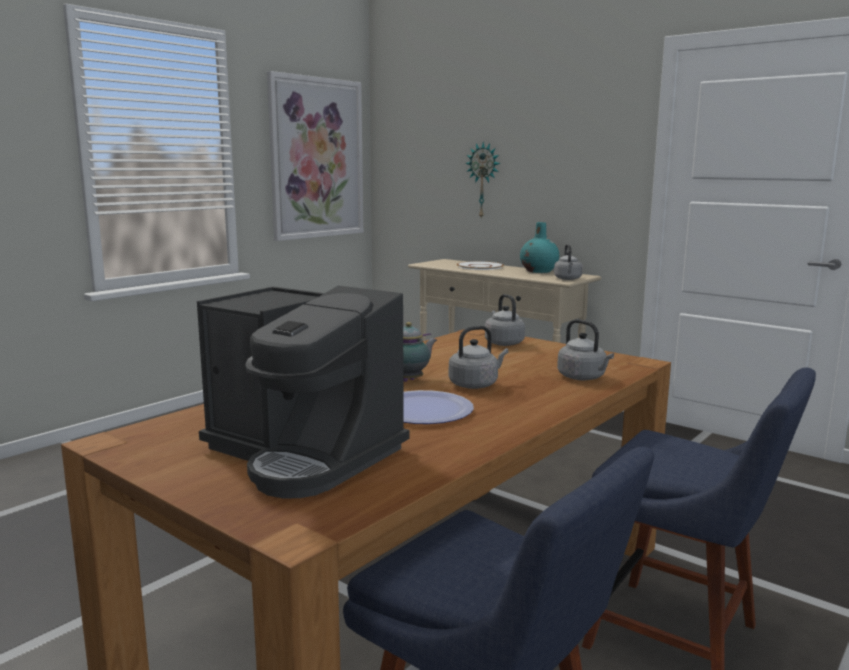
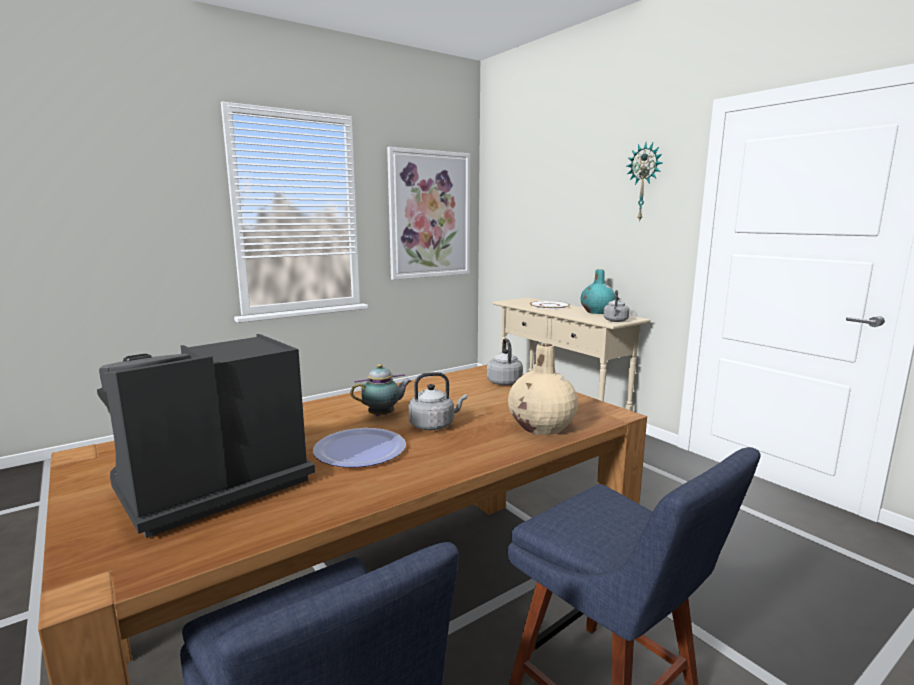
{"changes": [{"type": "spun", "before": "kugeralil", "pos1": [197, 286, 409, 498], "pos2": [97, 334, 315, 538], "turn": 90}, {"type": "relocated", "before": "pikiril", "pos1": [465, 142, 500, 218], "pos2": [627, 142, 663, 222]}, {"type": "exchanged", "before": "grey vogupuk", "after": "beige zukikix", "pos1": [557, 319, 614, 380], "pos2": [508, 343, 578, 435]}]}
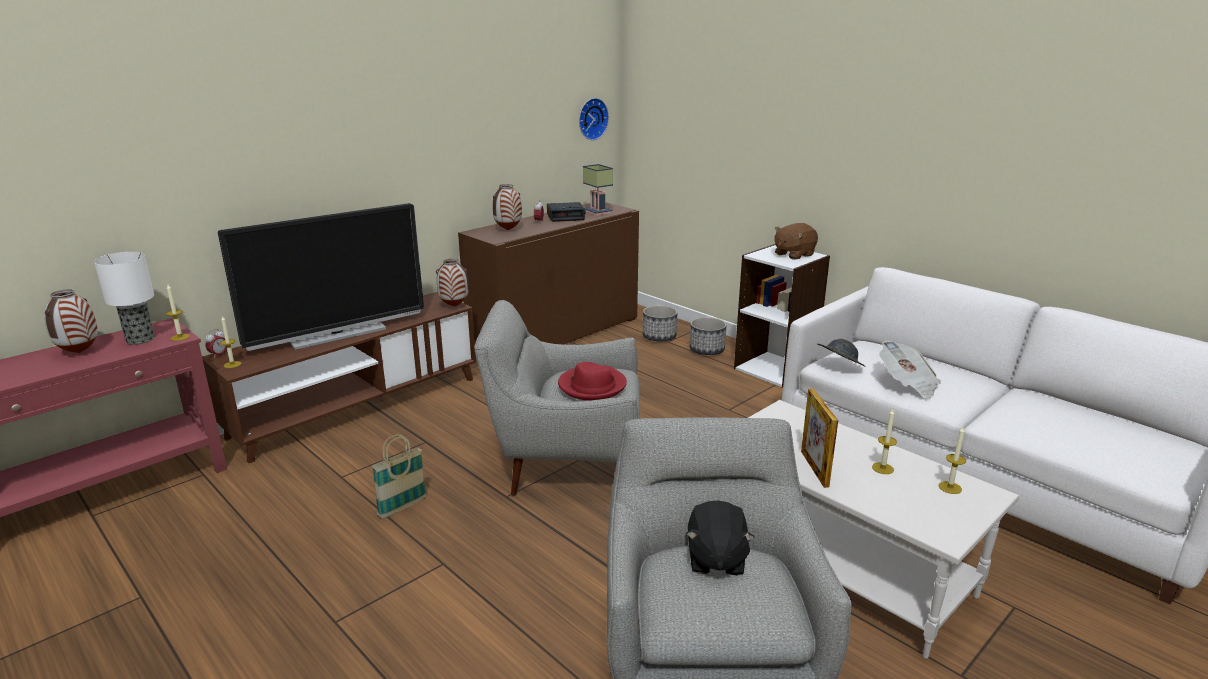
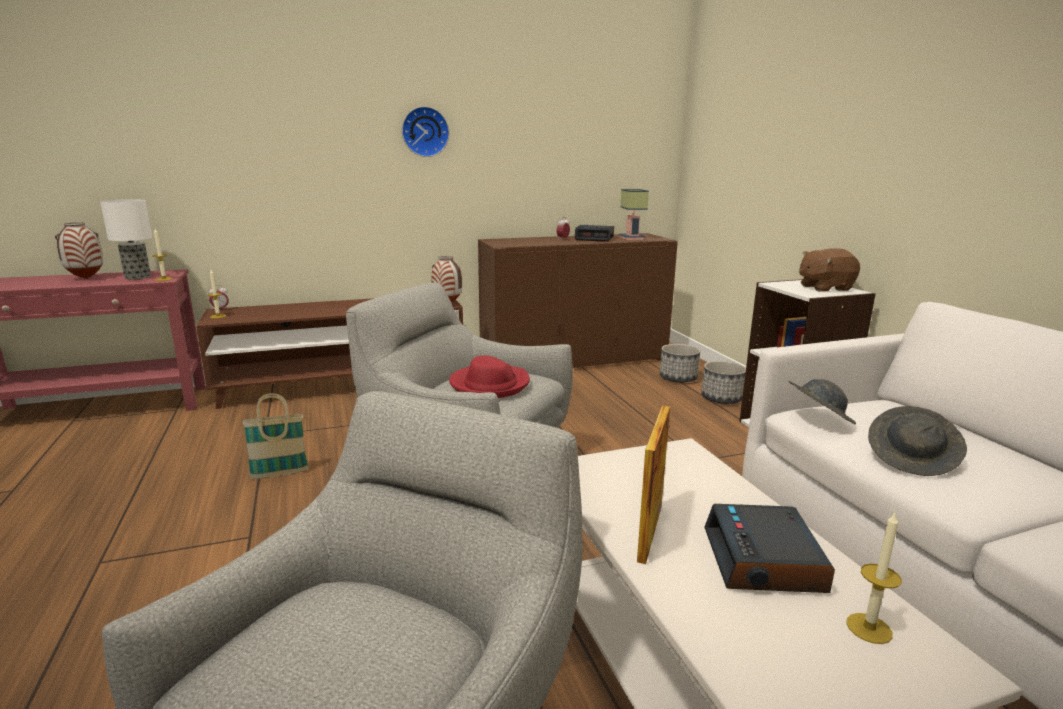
{"changes": [{"type": "missing", "before": "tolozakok", "pos1": [218, 203, 424, 351]}, {"type": "missing", "before": "zukikix", "pos1": [492, 184, 522, 230]}, {"type": "relocated", "before": "pikiril", "pos1": [579, 98, 609, 140], "pos2": [402, 106, 449, 157]}, {"type": "missing", "before": "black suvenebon", "pos1": [686, 501, 755, 575]}, {"type": "exchanged", "before": "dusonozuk", "after": "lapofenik", "pos1": [872, 409, 897, 474], "pos2": [704, 504, 835, 593]}, {"type": "exchanged", "before": "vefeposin", "after": "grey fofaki", "pos1": [879, 340, 941, 398], "pos2": [868, 406, 967, 476]}]}
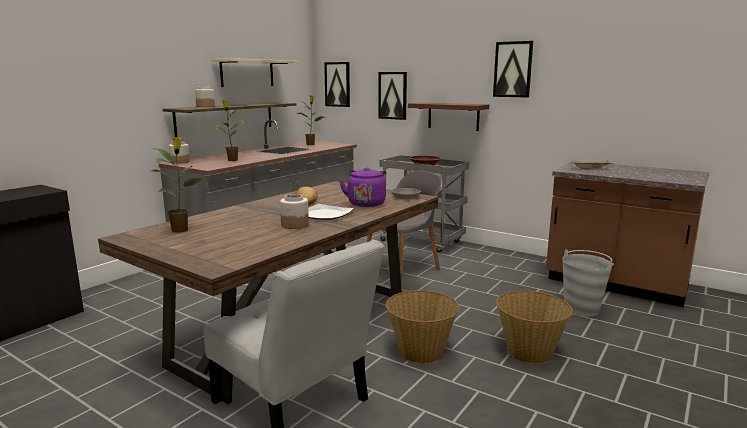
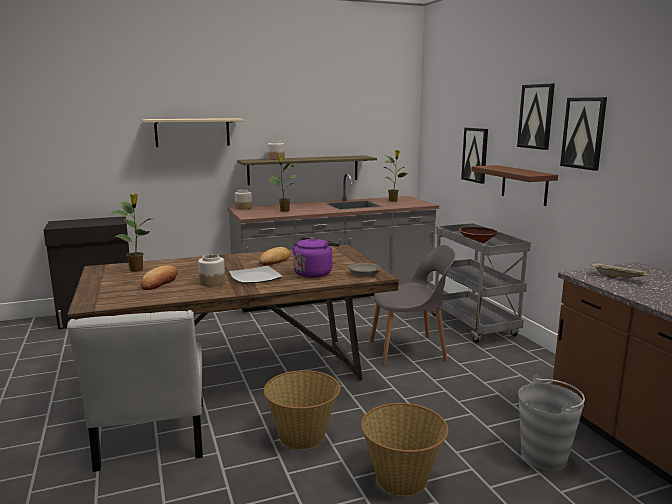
{"changes": [{"type": "relocated", "before": "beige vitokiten", "pos1": [211, 58, 298, 87], "pos2": [143, 118, 244, 147]}, {"type": "relocated", "before": "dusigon", "pos1": [324, 62, 350, 107], "pos2": [517, 84, 555, 150]}, {"type": "appeared", "after": "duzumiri", "pos2": [140, 265, 178, 290]}]}
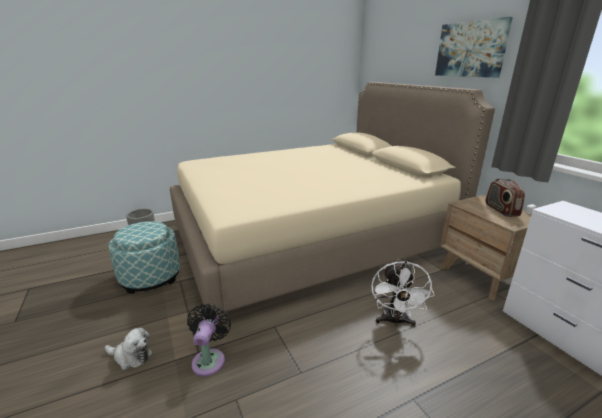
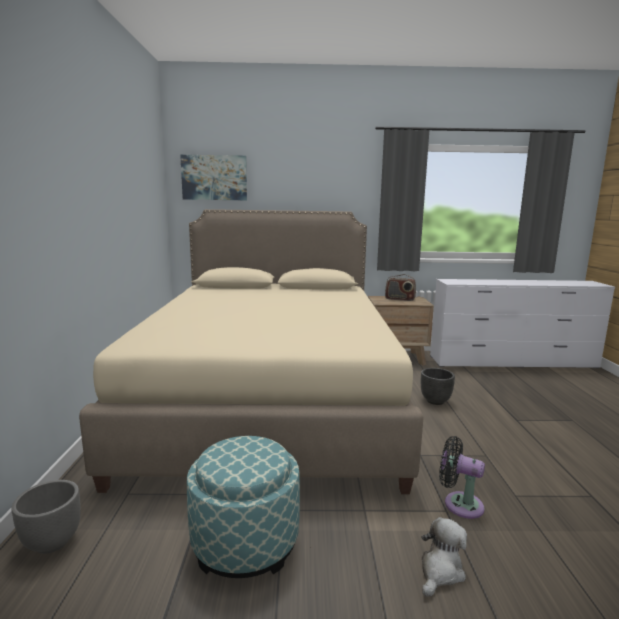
{"changes": [{"type": "exchanged", "before": "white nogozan", "after": "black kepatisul", "pos1": [371, 259, 435, 327], "pos2": [421, 368, 455, 405]}, {"type": "relocated", "before": "dusigon", "pos1": [435, 17, 513, 78], "pos2": [180, 155, 247, 200]}]}
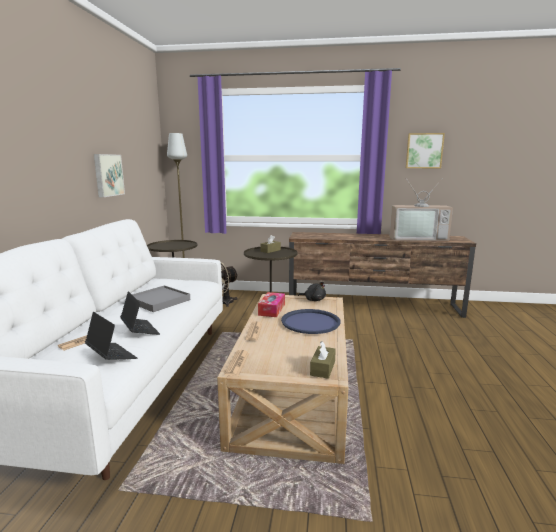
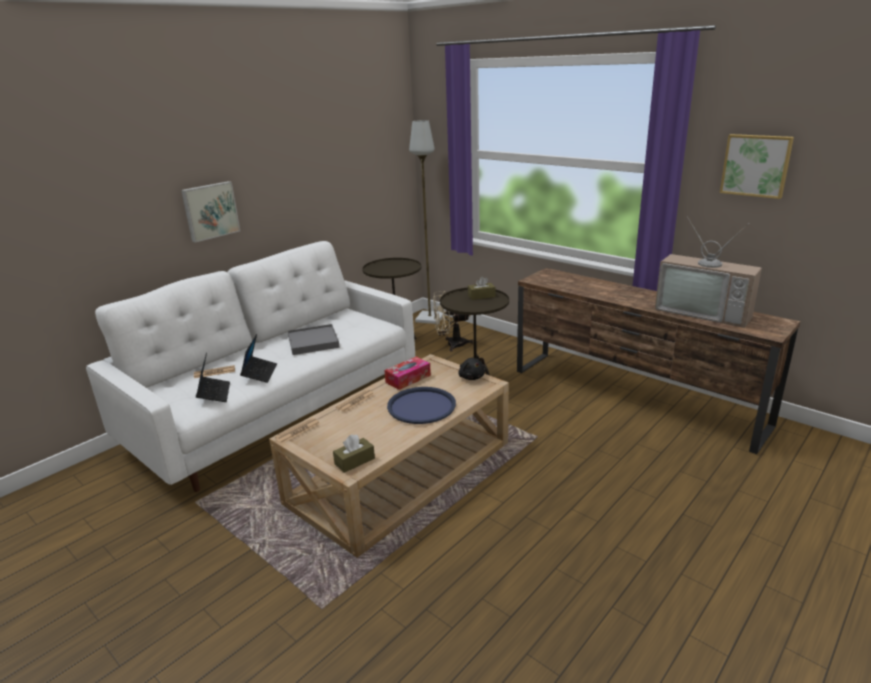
{"changes": [{"type": "relocated", "before": "dusigon", "pos1": [94, 154, 125, 197], "pos2": [181, 181, 240, 243]}]}
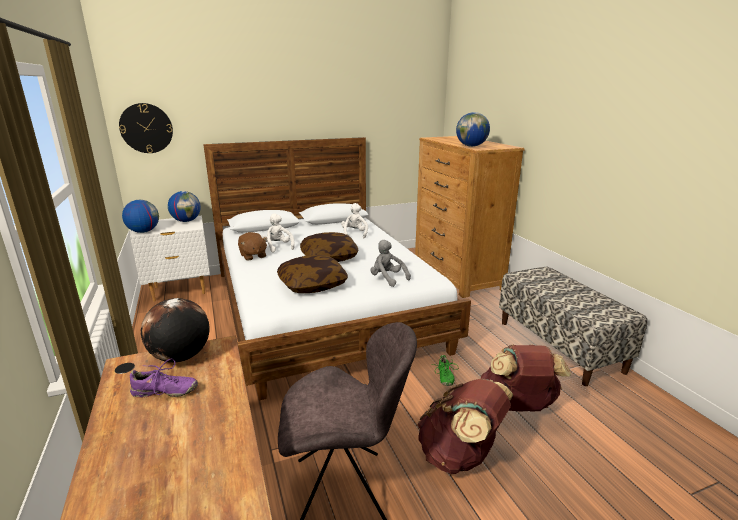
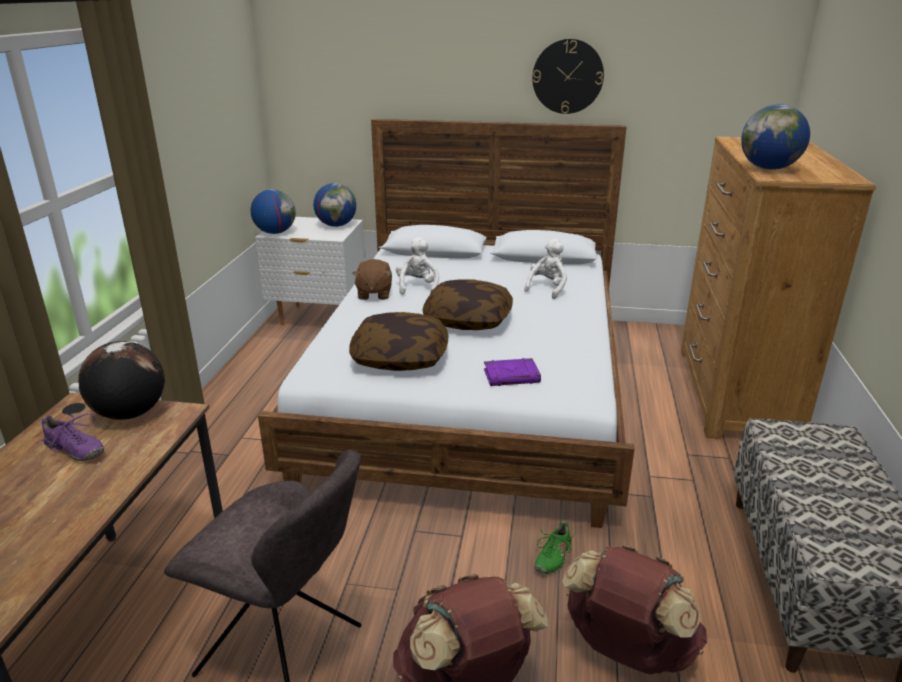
{"changes": [{"type": "relocated", "before": "pikiril", "pos1": [119, 103, 173, 153], "pos2": [532, 39, 604, 114]}, {"type": "exchanged", "before": "grey suvenebon", "after": "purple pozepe", "pos1": [370, 240, 411, 287], "pos2": [484, 358, 541, 386]}]}
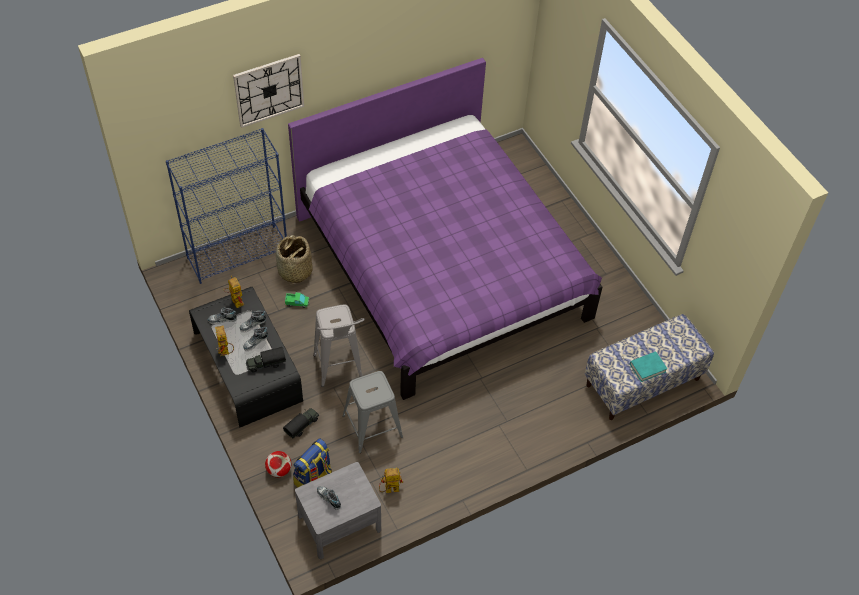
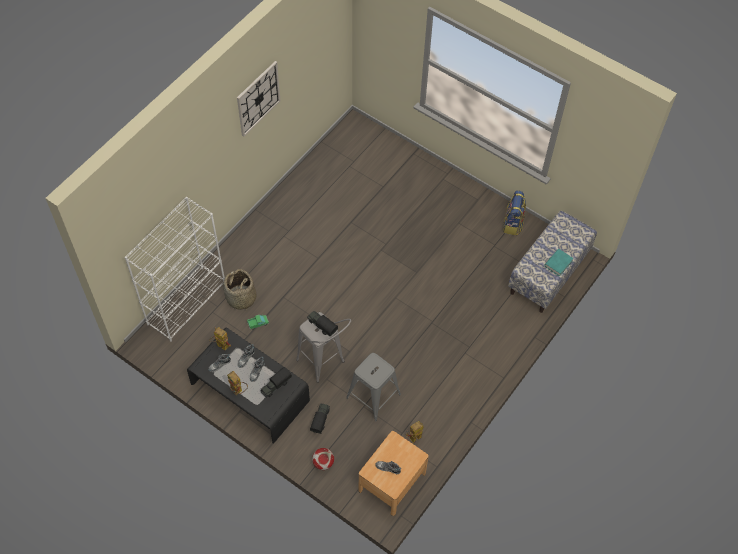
{"changes": [{"type": "colour", "before": "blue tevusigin", "after": "white tevusigin", "pos1": [166, 128, 287, 284], "pos2": [124, 197, 225, 342]}, {"type": "relocated", "before": "pikiril", "pos1": [233, 54, 304, 128], "pos2": [237, 61, 280, 137]}, {"type": "missing", "before": "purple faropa", "pos1": [288, 58, 603, 400]}, {"type": "relocated", "before": "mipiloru", "pos1": [293, 438, 332, 488], "pos2": [503, 190, 526, 235]}, {"type": "colour", "before": "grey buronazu", "after": "brown buronazu", "pos1": [295, 462, 381, 559], "pos2": [358, 431, 429, 516]}, {"type": "appeared", "after": "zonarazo", "pos2": [307, 311, 338, 336]}]}
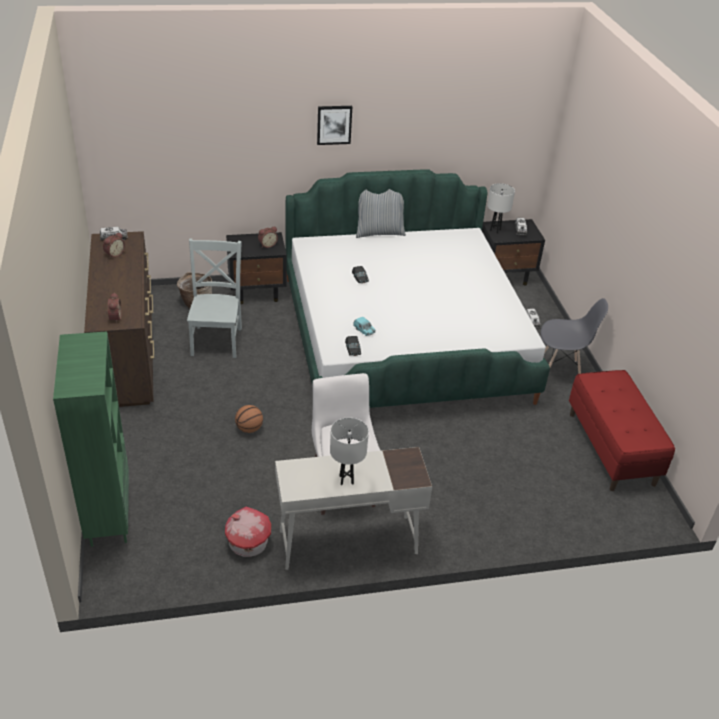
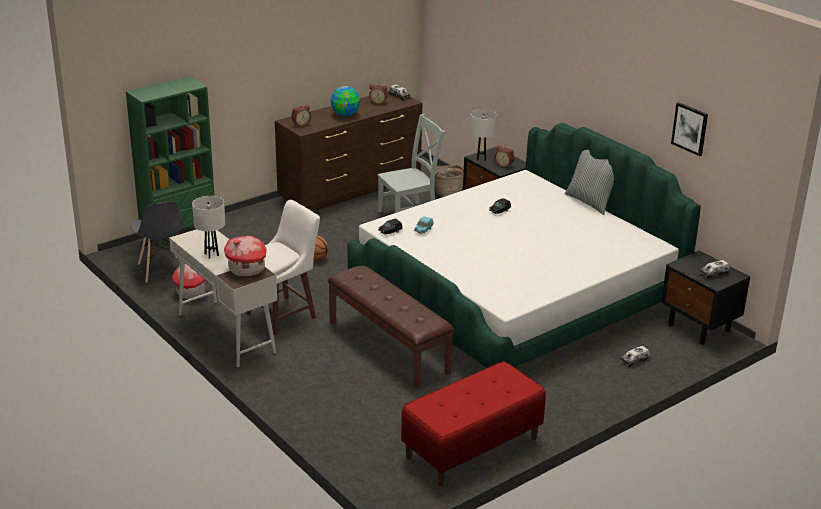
{"changes": [{"type": "relocated", "before": "dusigon", "pos1": [317, 106, 352, 145], "pos2": [671, 102, 708, 156]}, {"type": "relocated", "before": "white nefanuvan", "pos1": [487, 183, 515, 234], "pos2": [470, 109, 497, 161]}, {"type": "relocated", "before": "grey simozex", "pos1": [541, 298, 608, 374], "pos2": [131, 201, 184, 282]}, {"type": "appeared", "after": "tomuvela", "pos2": [224, 236, 266, 276]}, {"type": "appeared", "after": "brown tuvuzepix", "pos2": [328, 265, 455, 389]}, {"type": "appeared", "after": "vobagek", "pos2": [331, 86, 360, 116]}]}
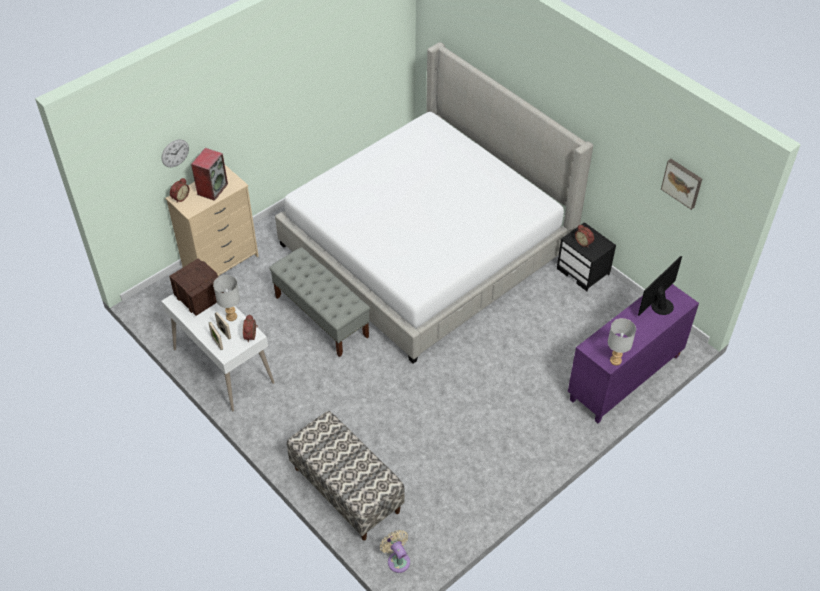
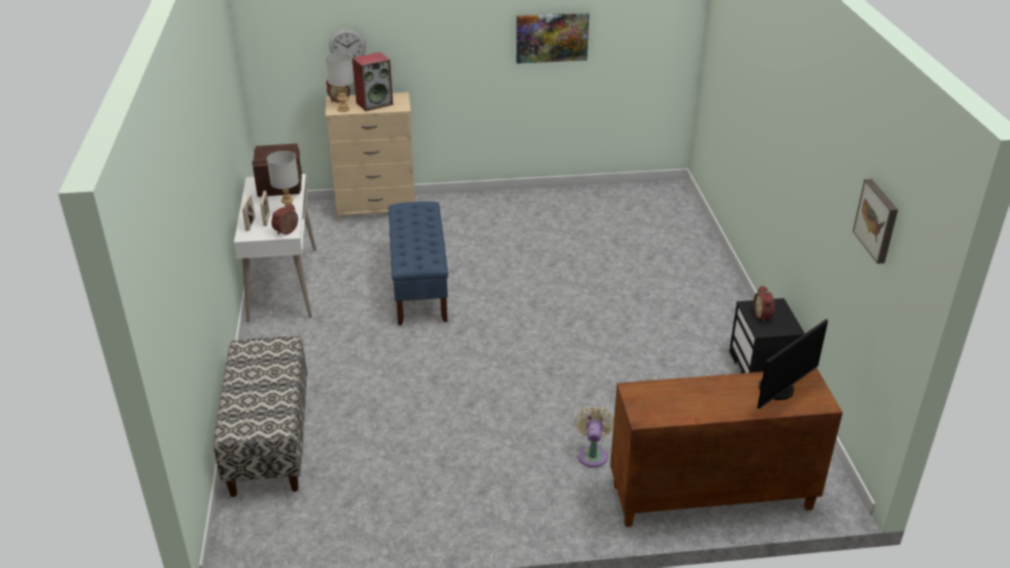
{"changes": [{"type": "colour", "before": "grey tuvuzepix", "after": "blue tuvuzepix", "pos1": [269, 247, 370, 357], "pos2": [389, 201, 448, 325]}, {"type": "missing", "before": "faropa", "pos1": [275, 42, 593, 364]}, {"type": "relocated", "before": "beige nogozan", "pos1": [380, 530, 410, 573], "pos2": [575, 406, 614, 468]}, {"type": "colour", "before": "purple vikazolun", "after": "brown vikazolun", "pos1": [568, 284, 699, 423], "pos2": [610, 368, 843, 527]}, {"type": "relocated", "before": "grey nefanuvan", "pos1": [608, 318, 636, 365], "pos2": [326, 52, 354, 112]}, {"type": "spun", "before": "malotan", "pos1": [638, 256, 682, 316], "pos2": [757, 319, 828, 409], "turn": 150}, {"type": "appeared", "after": "dusigon", "pos2": [516, 13, 589, 64]}]}
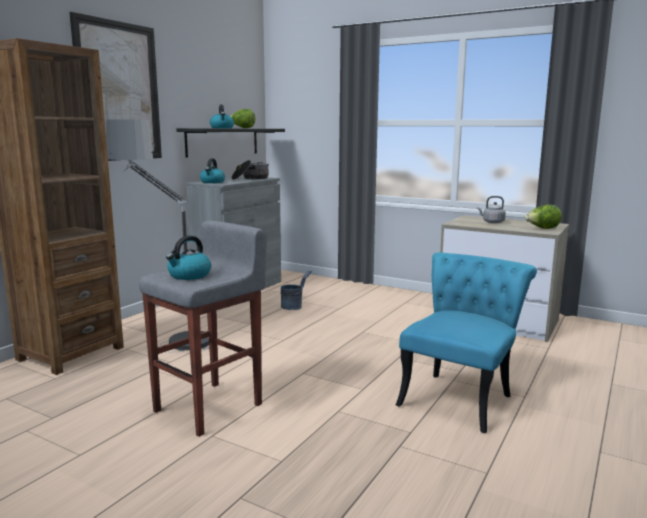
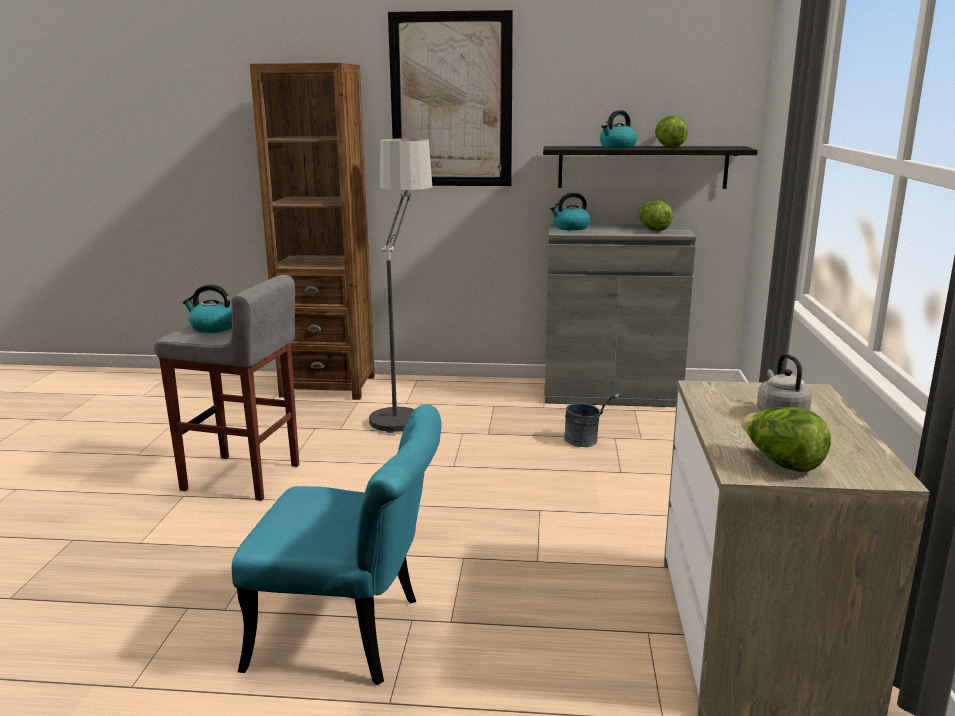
{"changes": [{"type": "exchanged", "before": "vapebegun", "after": "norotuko", "pos1": [232, 160, 269, 180], "pos2": [639, 200, 673, 231]}]}
